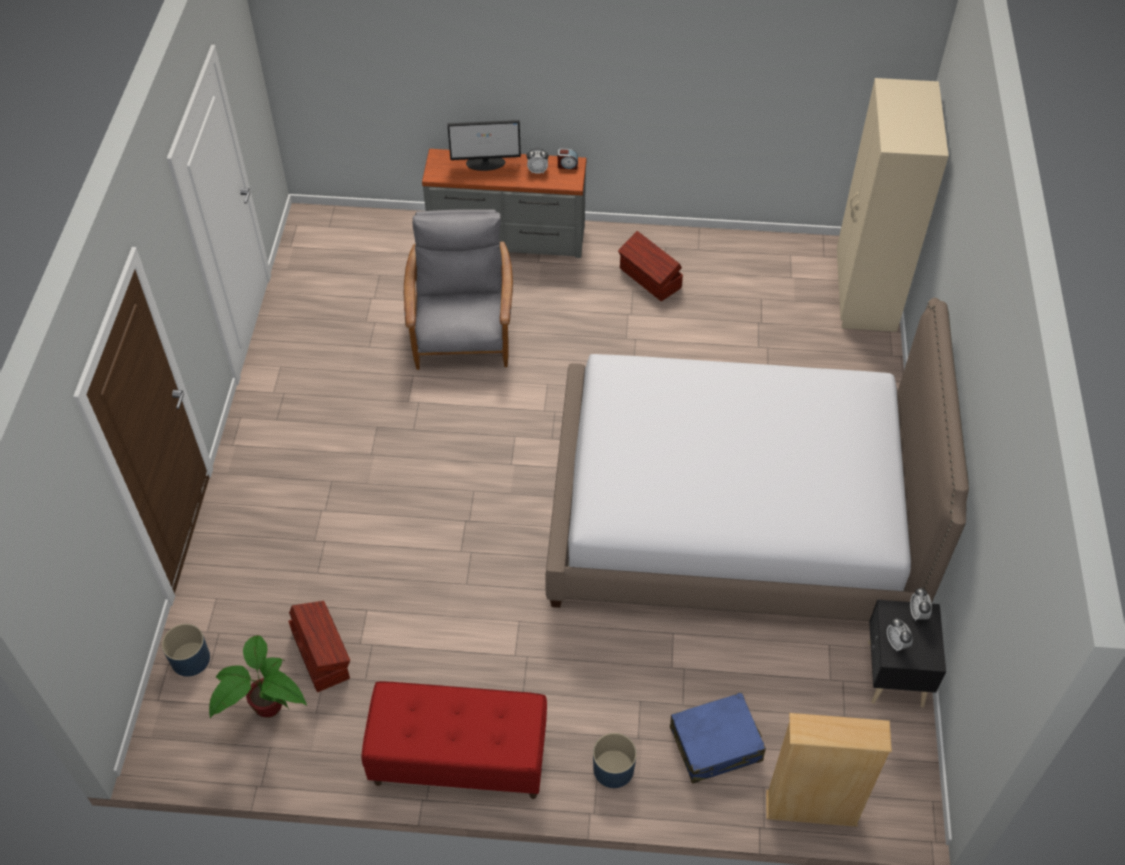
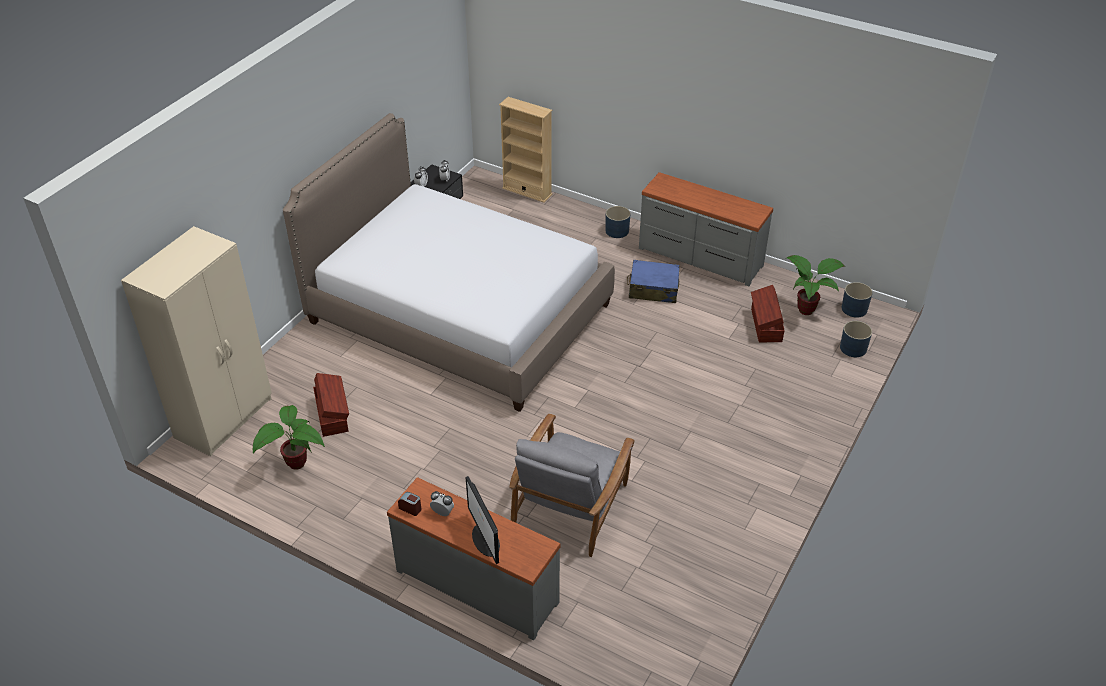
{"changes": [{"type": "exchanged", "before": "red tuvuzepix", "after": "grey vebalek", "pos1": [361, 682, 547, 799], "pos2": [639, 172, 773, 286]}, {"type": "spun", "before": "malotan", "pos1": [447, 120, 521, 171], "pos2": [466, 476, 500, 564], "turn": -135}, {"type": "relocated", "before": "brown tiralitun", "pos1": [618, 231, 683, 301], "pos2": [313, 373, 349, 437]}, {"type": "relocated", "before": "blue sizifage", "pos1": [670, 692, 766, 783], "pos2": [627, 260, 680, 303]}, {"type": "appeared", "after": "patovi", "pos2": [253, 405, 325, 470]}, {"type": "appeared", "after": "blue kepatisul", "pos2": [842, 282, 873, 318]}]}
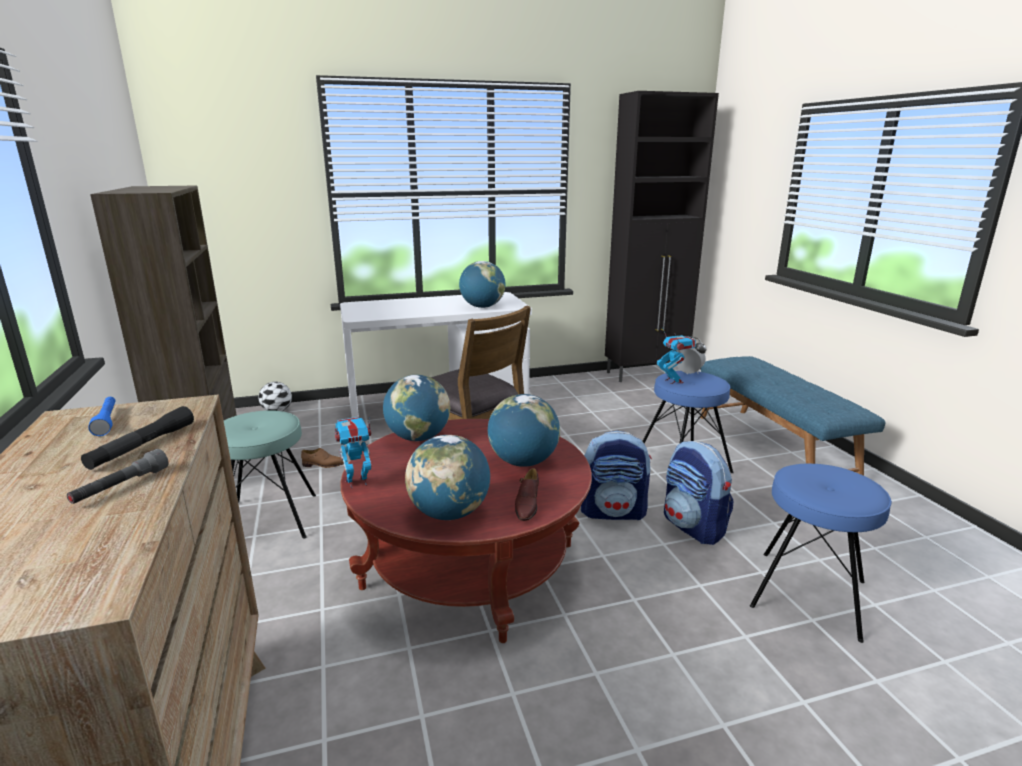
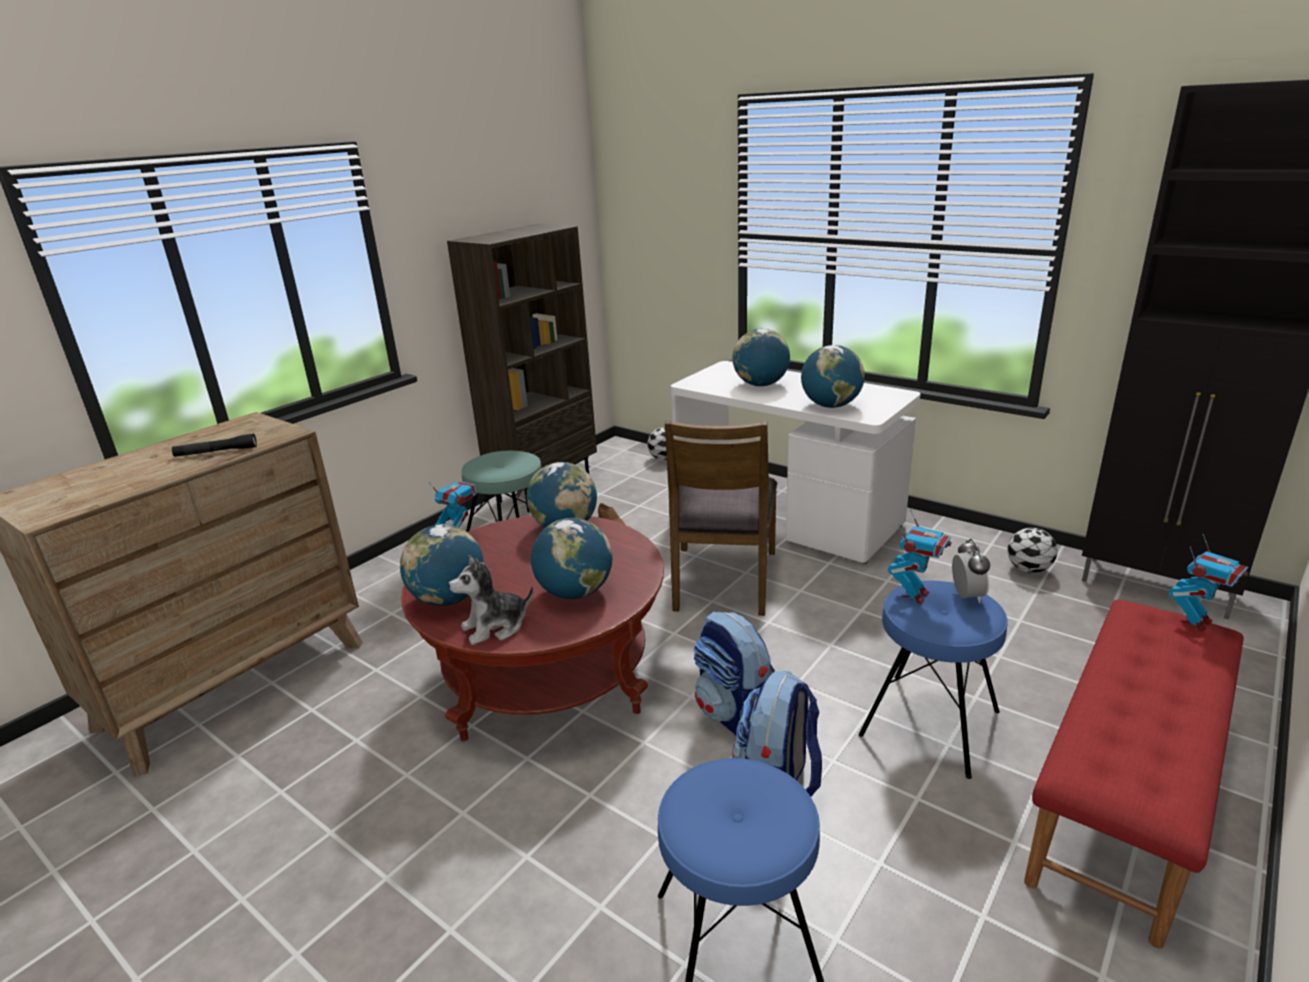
{"changes": [{"type": "missing", "before": "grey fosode", "pos1": [67, 449, 168, 504]}, {"type": "missing", "before": "blue fosode", "pos1": [88, 397, 116, 436]}, {"type": "exchanged", "before": "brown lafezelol", "after": "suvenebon", "pos1": [515, 468, 539, 521], "pos2": [448, 555, 533, 645]}, {"type": "colour", "before": "blue tuvuzepix", "after": "red tuvuzepix", "pos1": [700, 356, 885, 476], "pos2": [1024, 600, 1244, 948]}, {"type": "appeared", "after": "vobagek", "pos2": [733, 329, 790, 386]}, {"type": "appeared", "after": "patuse", "pos2": [1008, 528, 1057, 573]}, {"type": "appeared", "after": "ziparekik", "pos2": [1169, 534, 1248, 632]}]}
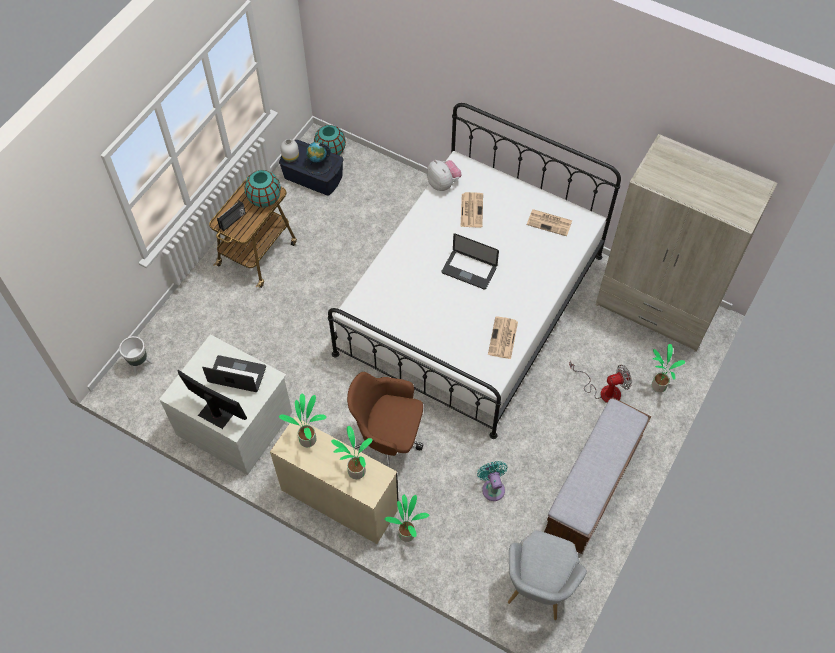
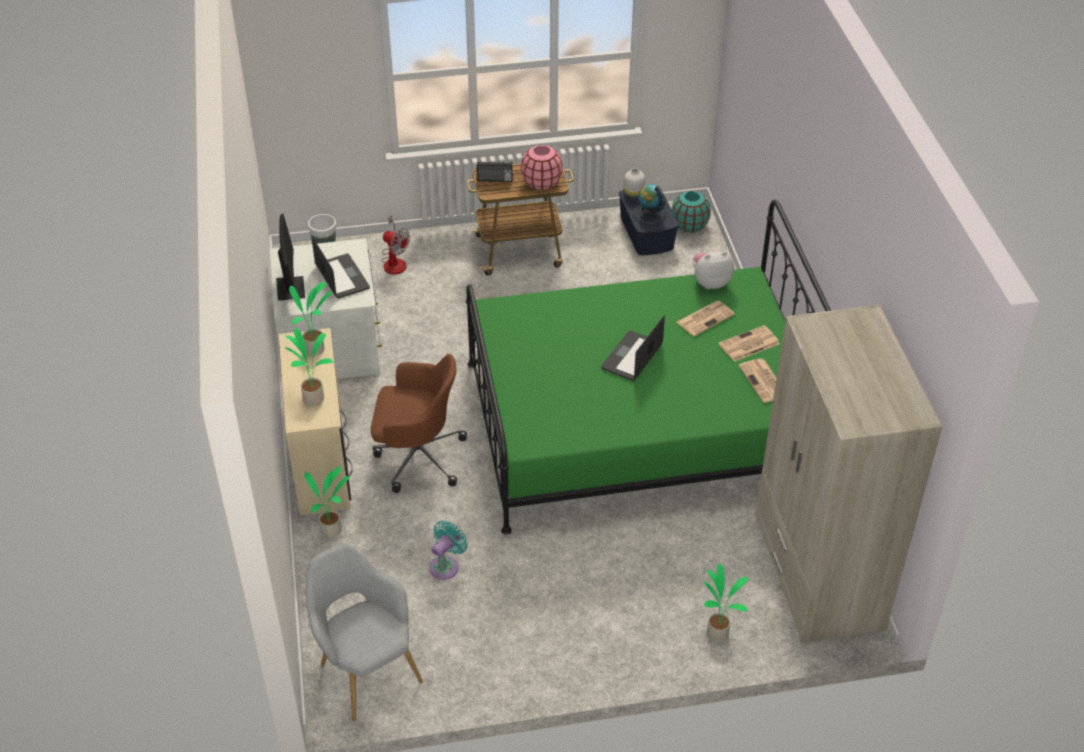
{"changes": [{"type": "colour", "before": "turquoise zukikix", "after": "pink zukikix", "pos1": [245, 170, 281, 207], "pos2": [521, 145, 563, 190]}, {"type": "colour", "before": "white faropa", "after": "green faropa", "pos1": [328, 103, 621, 439], "pos2": [466, 200, 831, 535]}, {"type": "spun", "before": "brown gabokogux", "pos1": [347, 372, 423, 468], "pos2": [371, 354, 467, 493], "turn": 120}, {"type": "spun", "before": "suvenebon", "pos1": [427, 160, 462, 191], "pos2": [693, 251, 734, 289], "turn": -120}, {"type": "spun", "before": "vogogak", "pos1": [441, 233, 499, 289], "pos2": [601, 315, 665, 381], "turn": 45}, {"type": "relocated", "before": "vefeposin", "pos1": [488, 316, 518, 359], "pos2": [719, 325, 780, 362]}, {"type": "spun", "before": "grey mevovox", "pos1": [508, 530, 587, 620], "pos2": [306, 543, 423, 721], "turn": 75}, {"type": "missing", "before": "tuvuzepix", "pos1": [544, 397, 651, 554]}, {"type": "relocated", "before": "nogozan", "pos1": [569, 361, 632, 403], "pos2": [381, 215, 410, 275]}]}
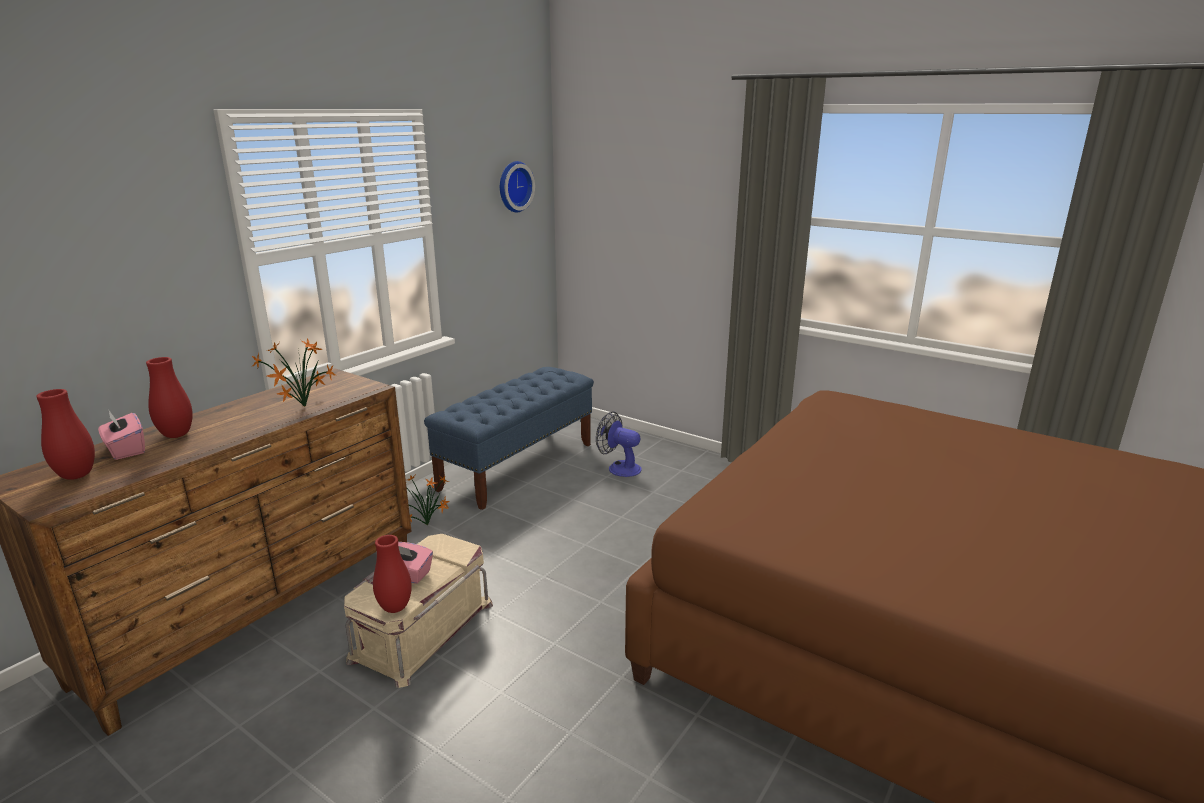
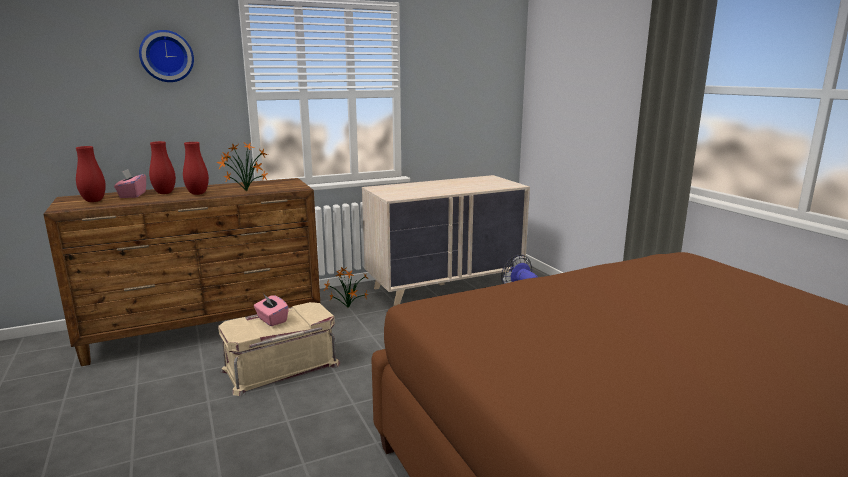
{"changes": [{"type": "relocated", "before": "red zukikix", "pos1": [373, 535, 412, 613], "pos2": [183, 142, 209, 195]}, {"type": "exchanged", "before": "blue tuvuzepix", "after": "beige vebalek", "pos1": [424, 367, 594, 510], "pos2": [362, 175, 530, 306]}, {"type": "relocated", "before": "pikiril", "pos1": [500, 161, 535, 213], "pos2": [139, 30, 194, 82]}]}
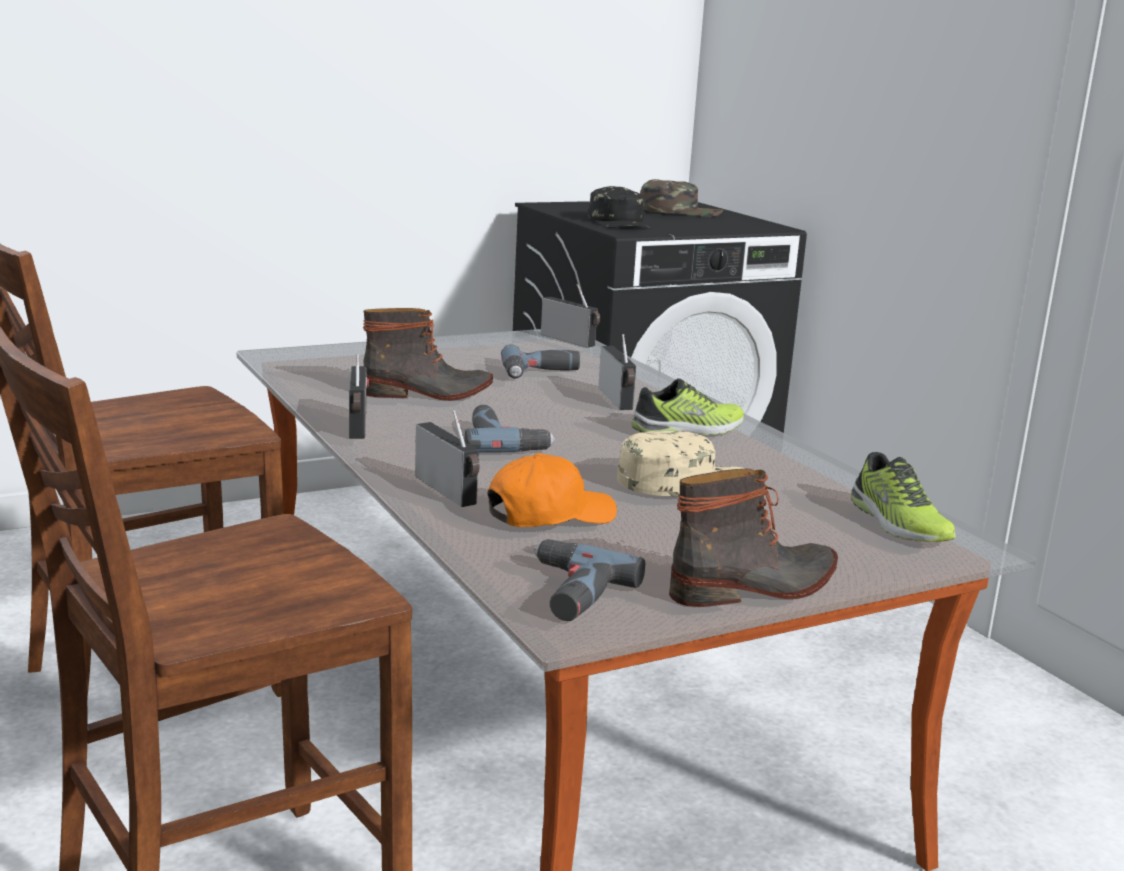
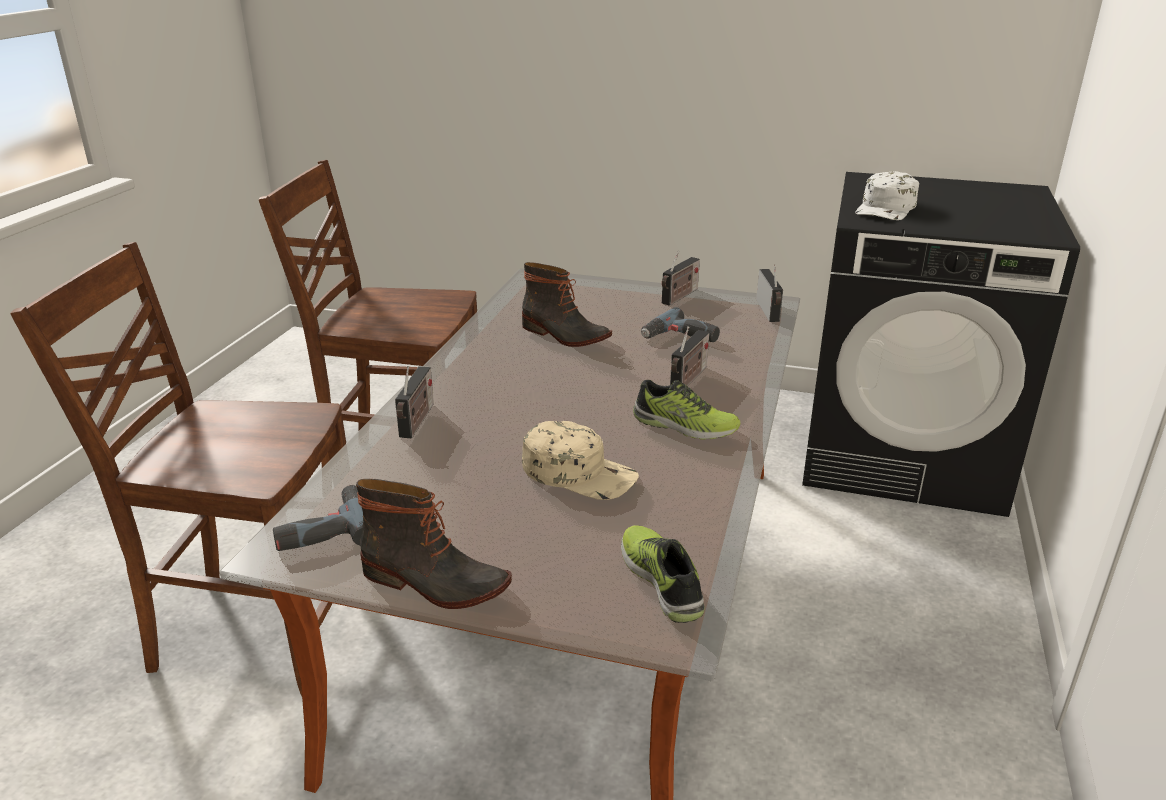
{"changes": [{"type": "relocated", "before": "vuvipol", "pos1": [349, 354, 369, 438], "pos2": [662, 250, 700, 306]}, {"type": "missing", "before": "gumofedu", "pos1": [465, 405, 555, 453]}, {"type": "missing", "before": "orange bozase", "pos1": [487, 453, 617, 527]}, {"type": "colour", "before": "black bozase", "after": "white bozase", "pos1": [588, 186, 651, 229], "pos2": [855, 171, 919, 220]}, {"type": "missing", "before": "green bozase", "pos1": [640, 179, 723, 217]}, {"type": "spun", "before": "lafezelol", "pos1": [851, 452, 956, 542], "pos2": [621, 525, 705, 623], "turn": 135}]}
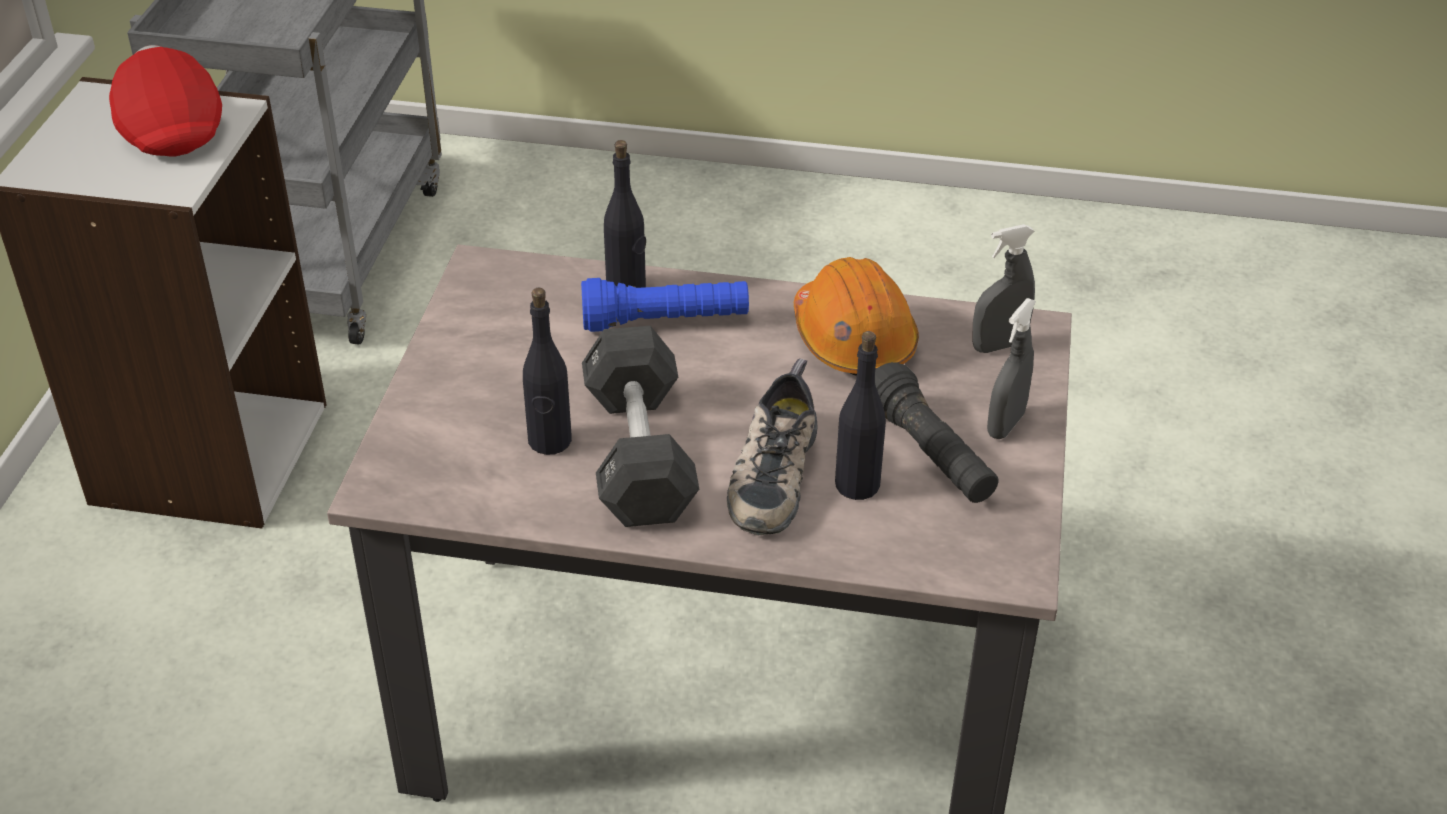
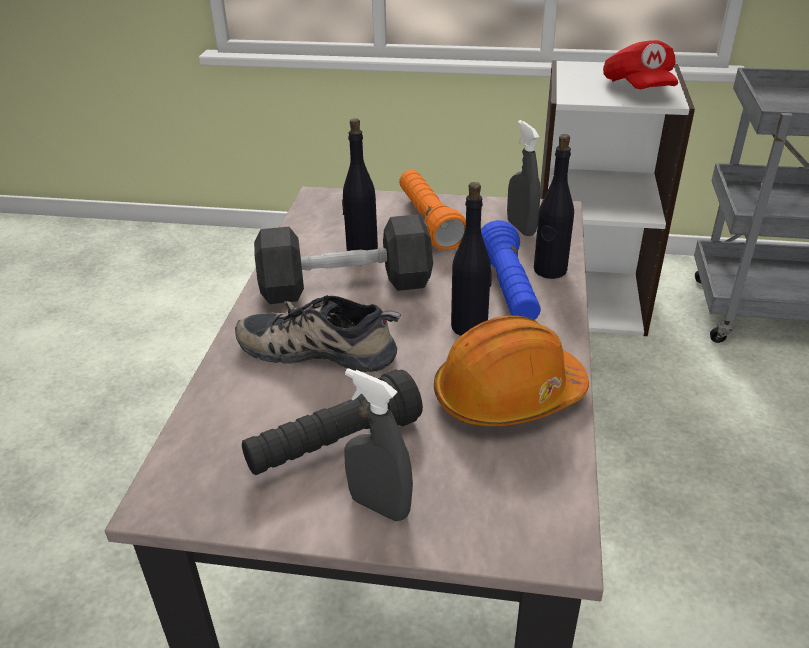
{"changes": [{"type": "spun", "before": "red bozase", "pos1": [109, 45, 222, 157], "pos2": [603, 40, 678, 89], "turn": 105}, {"type": "relocated", "before": "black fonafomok", "pos1": [835, 331, 886, 500], "pos2": [451, 182, 492, 336]}, {"type": "relocated", "before": "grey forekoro", "pos1": [972, 224, 1035, 353], "pos2": [507, 120, 540, 236]}, {"type": "appeared", "after": "orange fosode", "pos2": [399, 170, 466, 250]}]}
